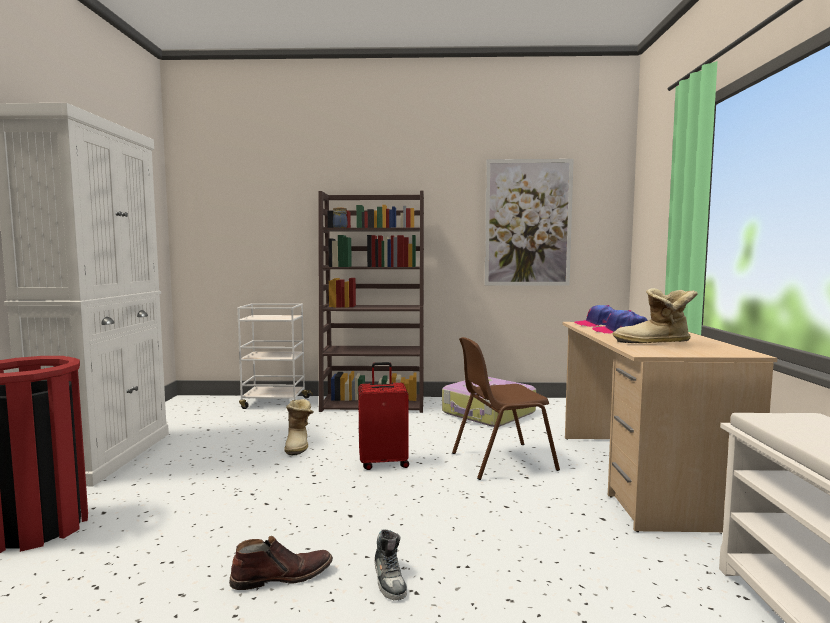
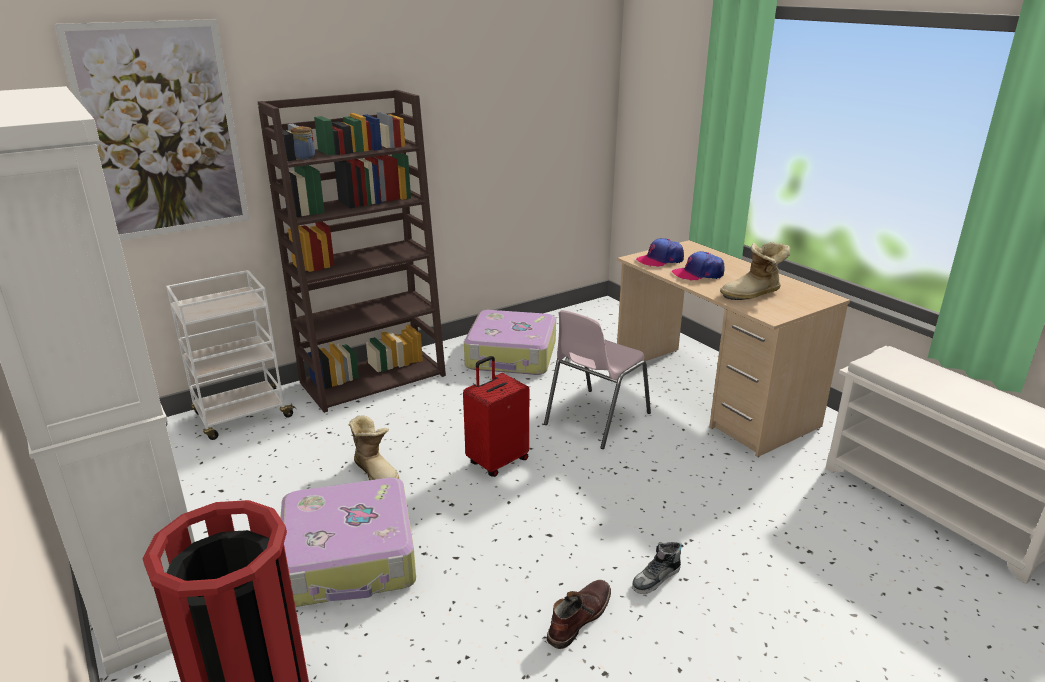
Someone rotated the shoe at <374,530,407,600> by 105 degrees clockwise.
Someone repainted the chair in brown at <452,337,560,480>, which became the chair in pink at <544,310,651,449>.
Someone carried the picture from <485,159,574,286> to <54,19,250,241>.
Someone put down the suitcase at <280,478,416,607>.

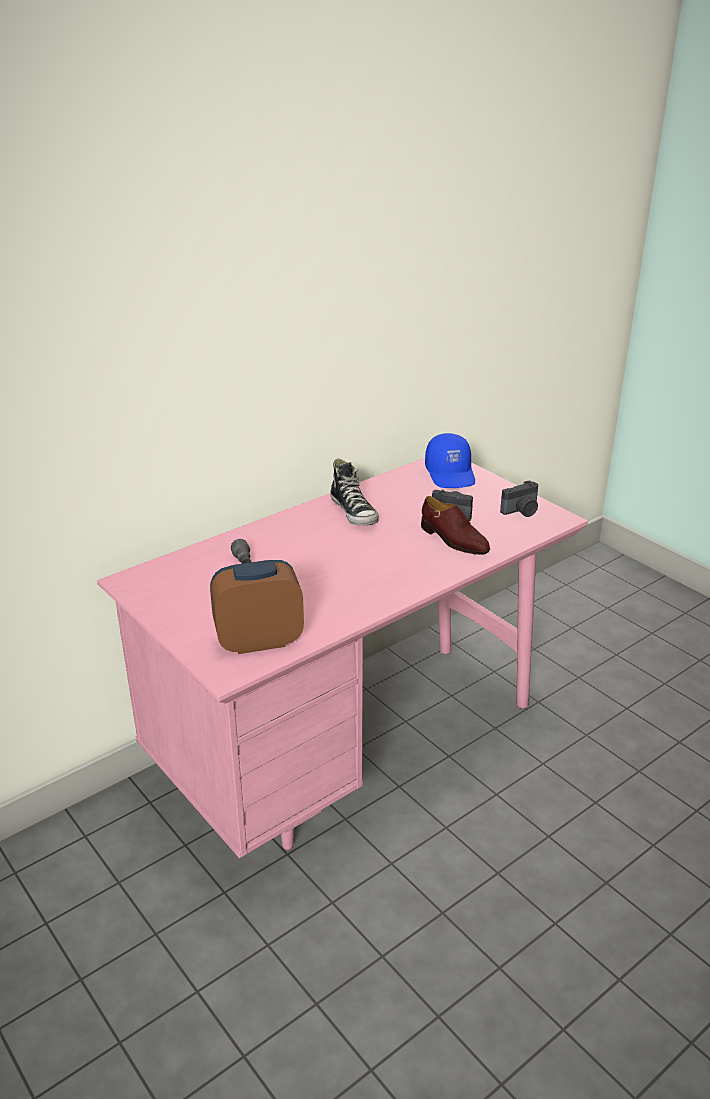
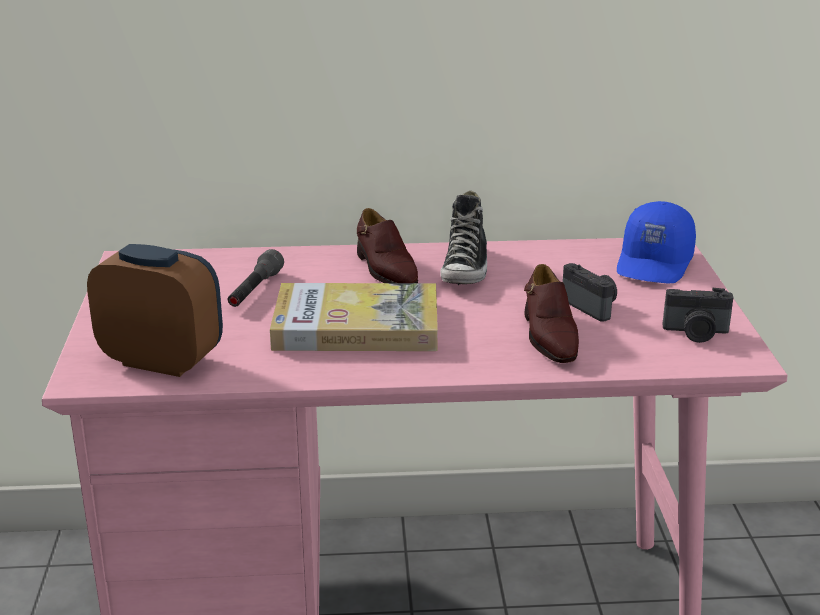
Someone put down the book at <270,283,438,351>.
Someone put down the shoe in brown at <357,208,418,283>.

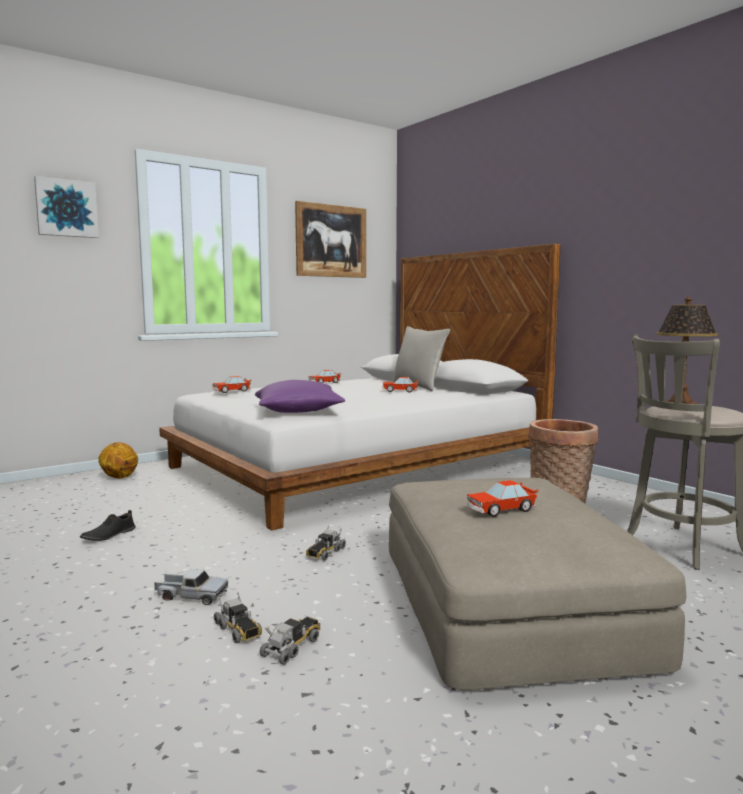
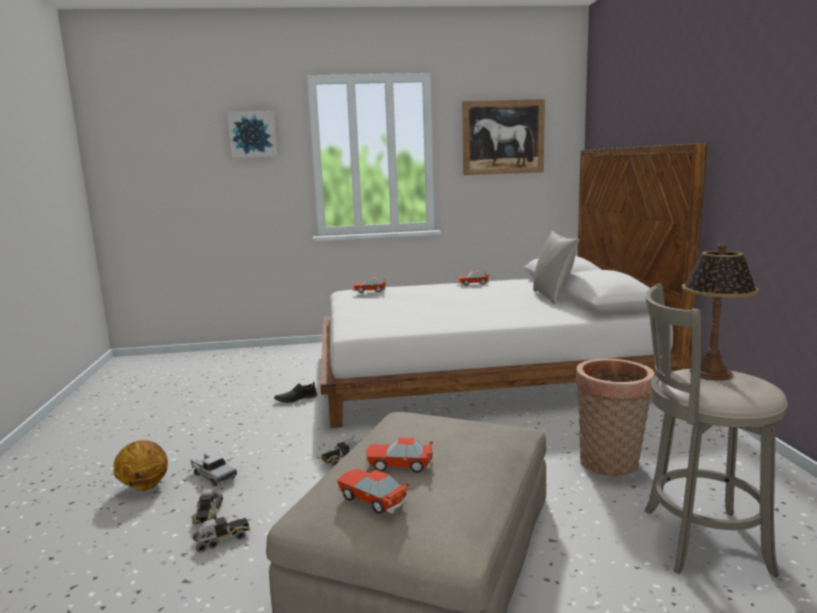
Someone carried the shoe in black from <80,510,136,541> to <274,382,317,403>.
Someone carried the basketball from <98,442,138,478> to <113,440,168,491>.
Someone took away the pillow in purple at <255,380,345,413>.
Someone carried the toy car from <382,377,418,393> to <337,468,409,514>.

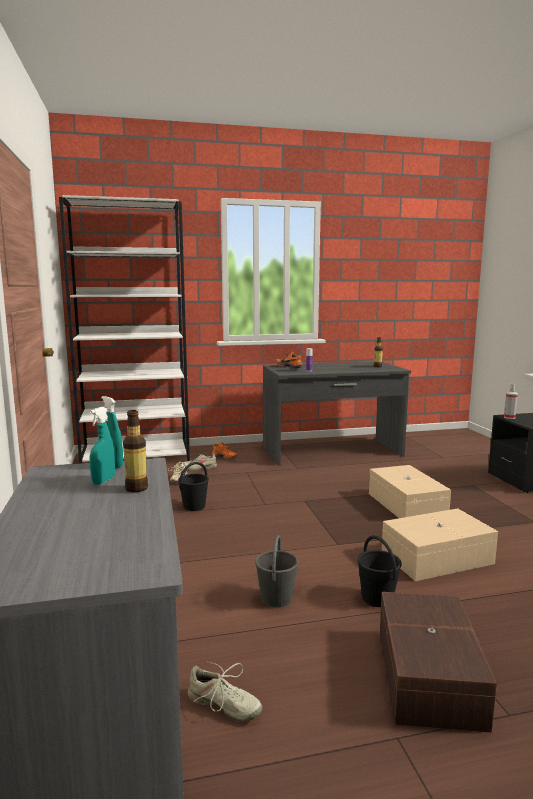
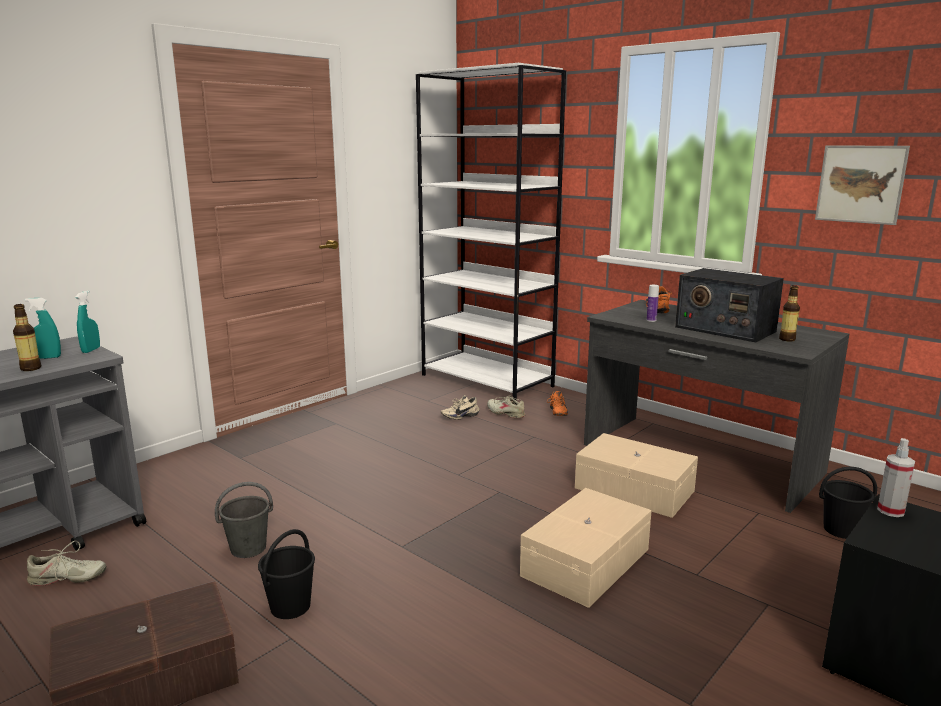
Someone carried the bucket in black from <178,462,209,511> to <819,467,877,539>.
Someone rotated the shoe in beige at <188,661,262,721> by 90 degrees counterclockwise.
Someone carried the storage box in beige from <382,508,498,581> to <575,433,698,518>.
Someone put down the radio at <675,268,784,342>.
Someone put up the picture at <815,145,910,225>.

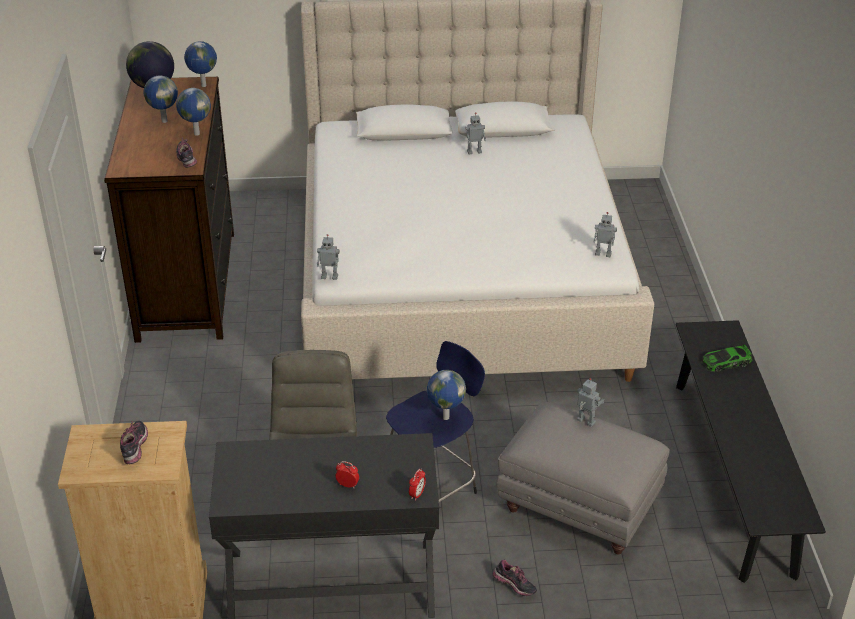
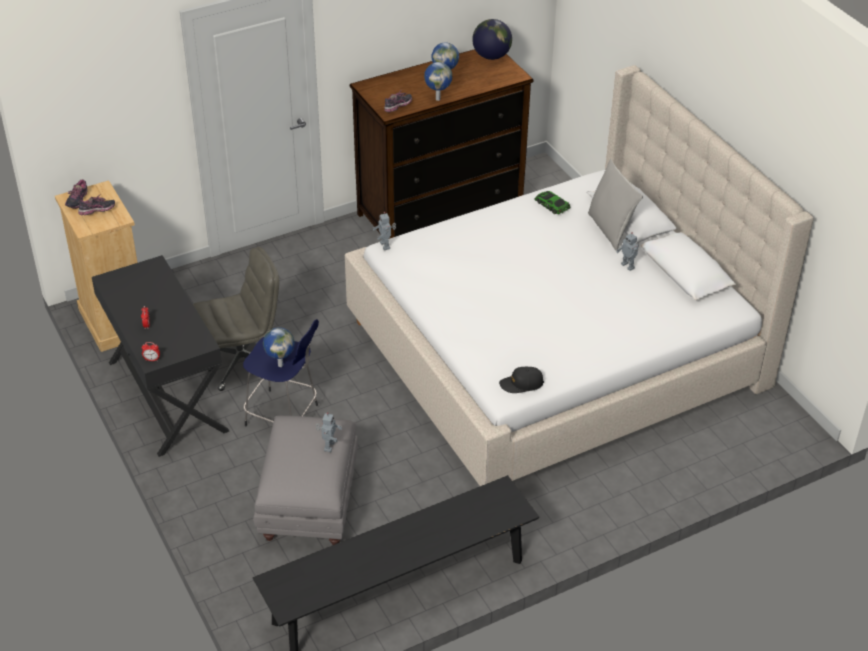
Someone took away the globe at <184,41,217,87>.
Someone carried the shoe from <493,560,537,596> to <65,180,88,209>.
Someone swapped the toy robot at <593,212,617,257> for the cap in black at <499,367,544,393>.
Someone carried the toy car from <701,344,753,372> to <535,191,571,214>.
Someone put down the pillow in grey at <588,159,643,251>.

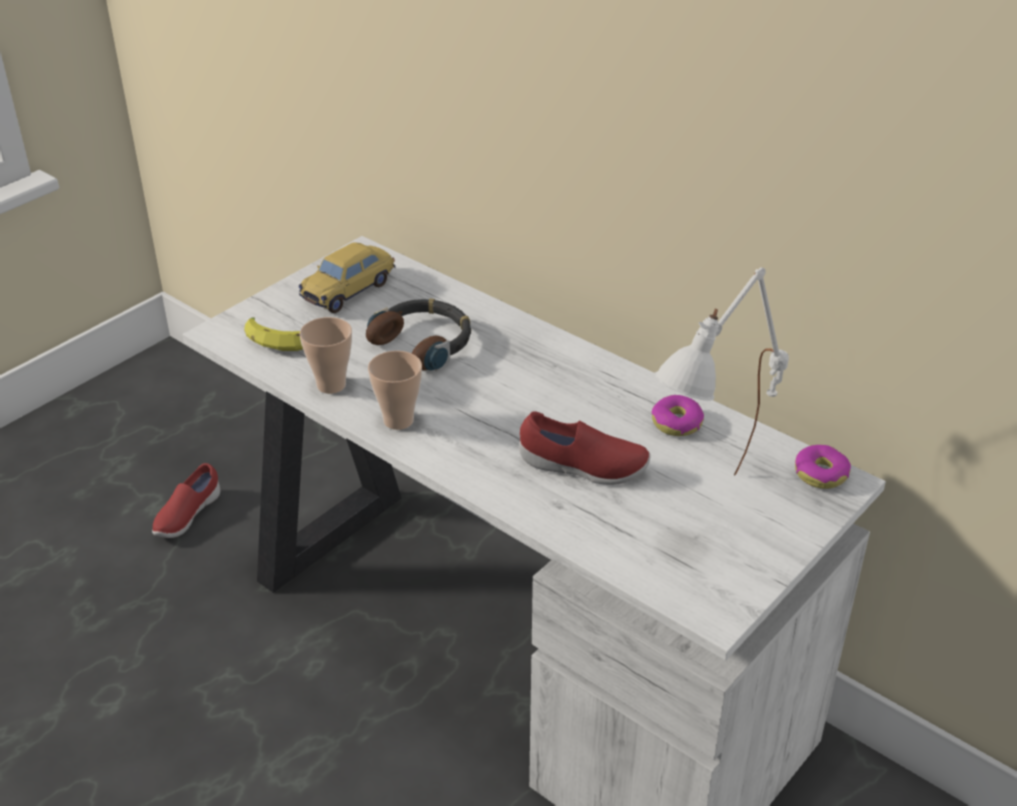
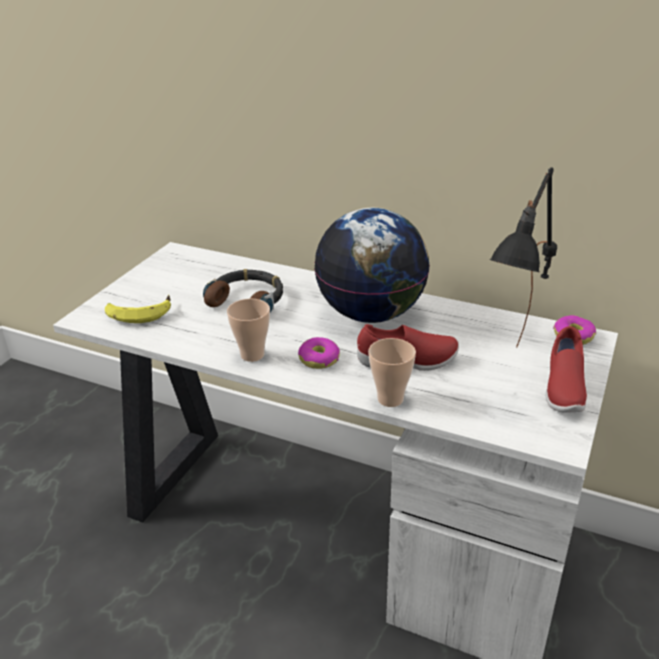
Someone carried the shoe in red from <152,463,220,538> to <546,326,587,413>.
Someone took away the toy car at <299,242,395,313>.
Someone carried the cup from <300,317,352,394> to <368,338,416,407>.
Someone carried the donut from <651,395,704,436> to <298,337,340,369>.
Someone repainted the table lamp in white at <655,267,789,475>, which became the table lamp in black at <489,167,557,348>.
Someone put down the globe at <314,208,430,323>.

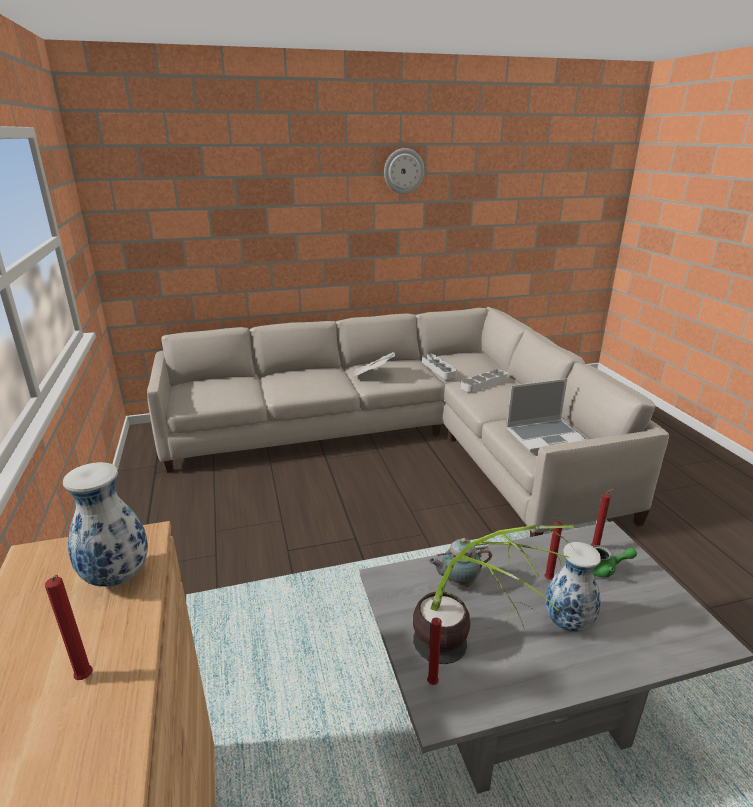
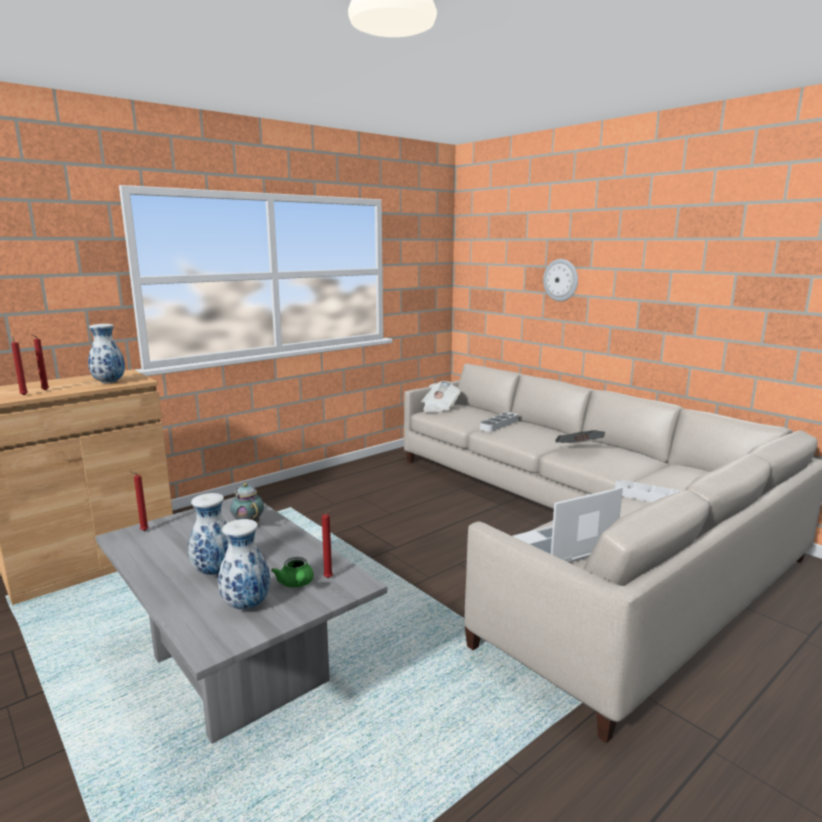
Someone carried the wall clock from <384,148,424,194> to <543,259,578,301>.
Someone took away the potted plant at <413,524,575,664>.
Someone carried the tray in grey from <422,354,457,379> to <480,412,518,432>.
Someone rotated the laptop at <506,379,587,452> by 105 degrees clockwise.
Someone carried the candle in red from <545,518,563,580> to <11,336,28,395>.
Someone put down the vase at <218,519,270,610>.
Someone put down the newspaper at <421,381,460,413>.

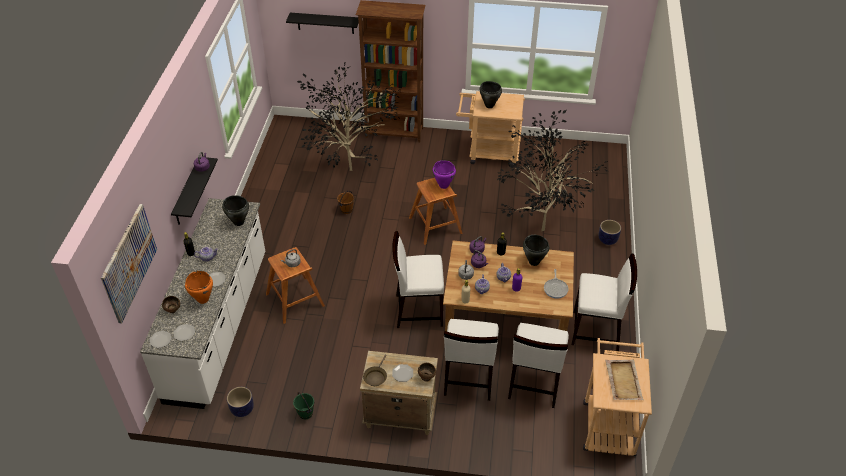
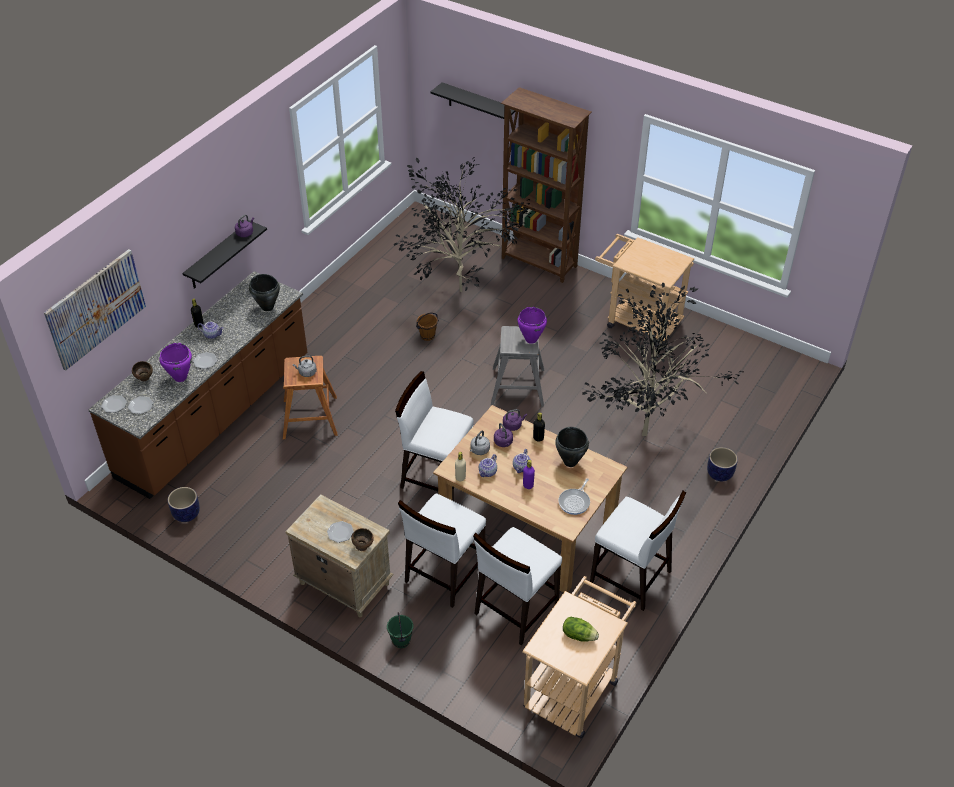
Someone repainted the counter in white at <140,198,265,409>, which became the counter in brown at <88,271,308,499>.
Someone repainted the cooking pot in orange at <185,271,213,304>, which became the cooking pot in purple at <159,343,192,382>.
Someone carried the bucket in green from <293,392,314,419> to <387,612,413,648>.
Someone took away the frying pan in brown at <363,355,387,386>.
Someone repainted the stool in brown at <409,178,463,245>, which became the stool in grey at <491,326,544,407>.
Someone took away the cooking pot in black at <479,81,502,108>.
Someone swapped the tray in beige at <605,359,644,400> for the lettuce at <563,617,599,642>.

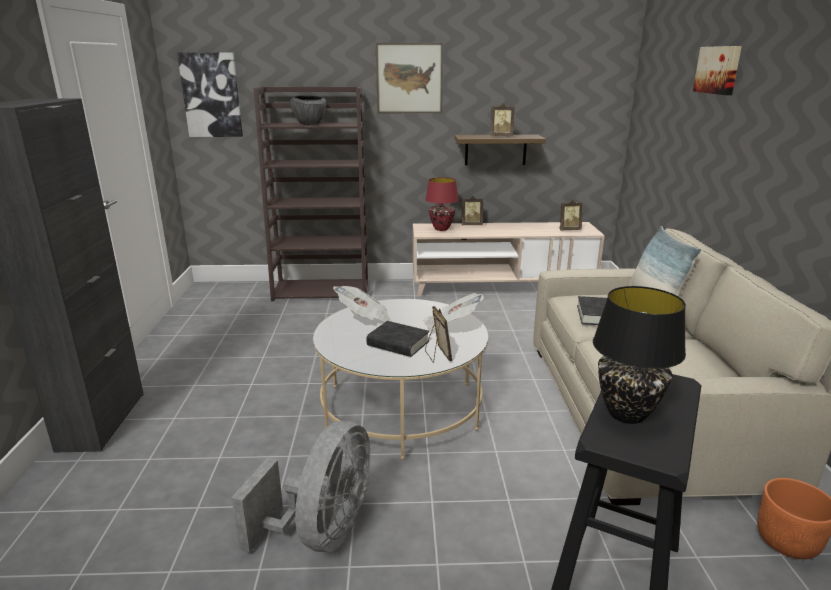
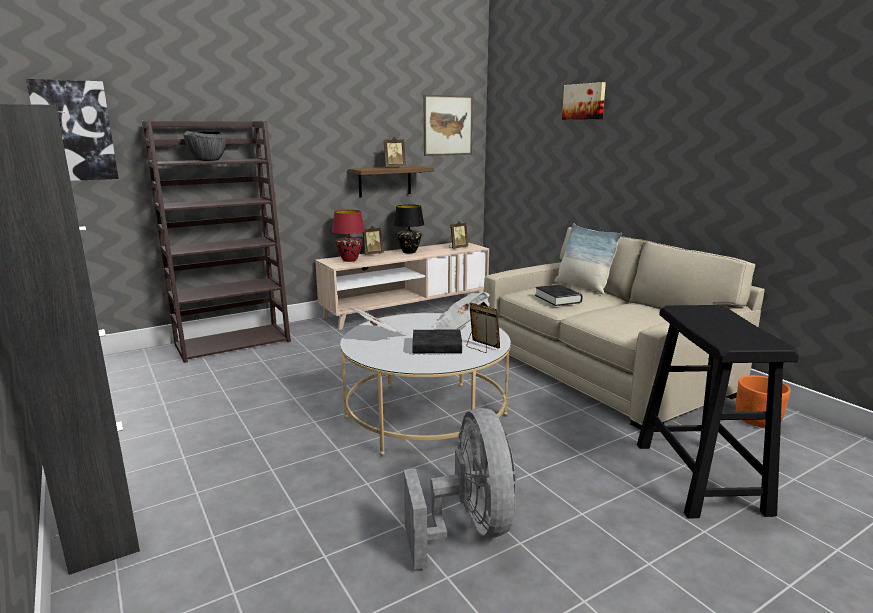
Someone carried the picture from <376,43,443,113> to <423,95,473,156>.
Someone carried the table lamp in black from <593,286,686,424> to <394,205,424,253>.

